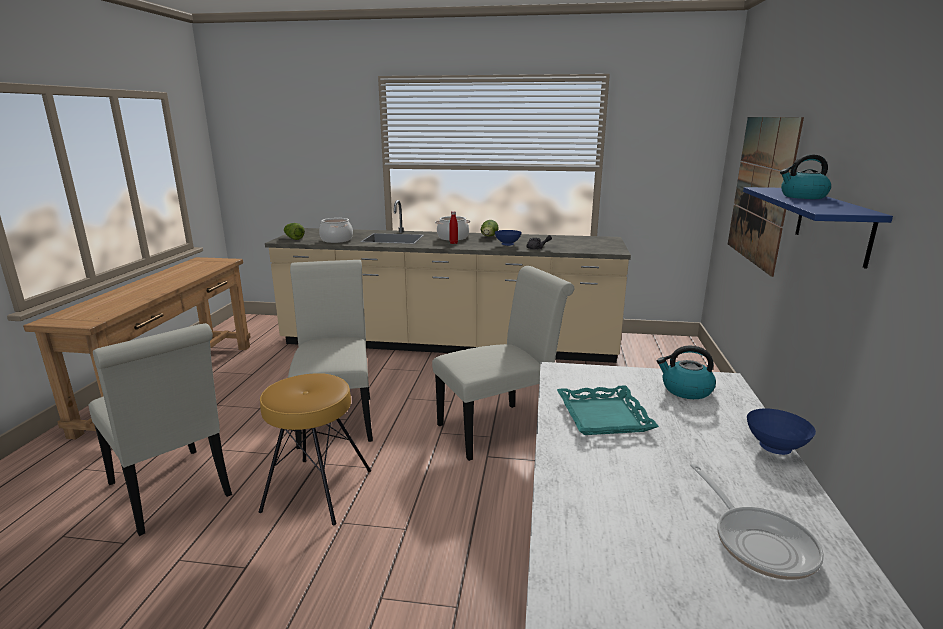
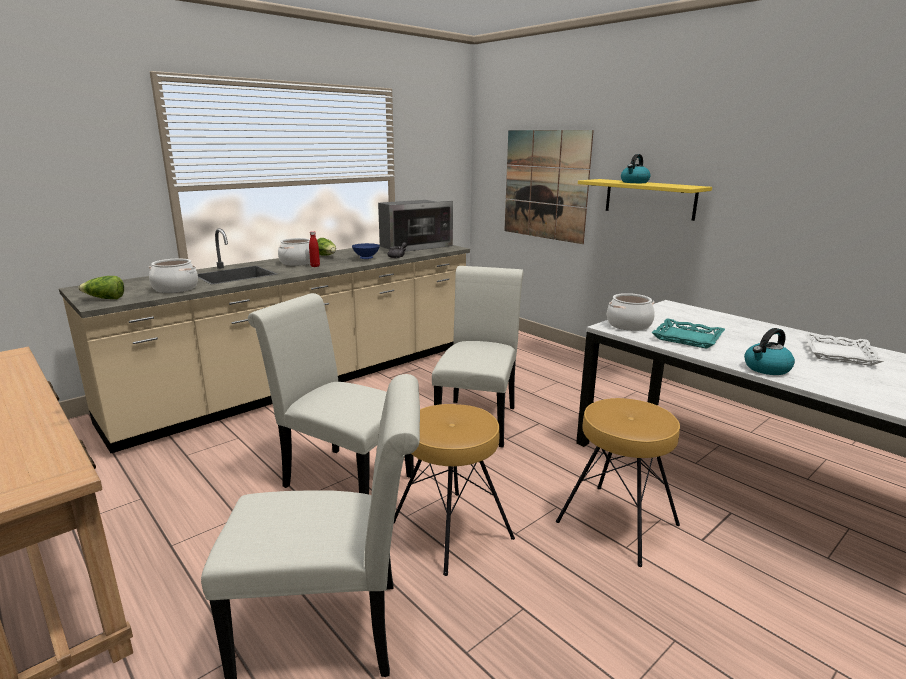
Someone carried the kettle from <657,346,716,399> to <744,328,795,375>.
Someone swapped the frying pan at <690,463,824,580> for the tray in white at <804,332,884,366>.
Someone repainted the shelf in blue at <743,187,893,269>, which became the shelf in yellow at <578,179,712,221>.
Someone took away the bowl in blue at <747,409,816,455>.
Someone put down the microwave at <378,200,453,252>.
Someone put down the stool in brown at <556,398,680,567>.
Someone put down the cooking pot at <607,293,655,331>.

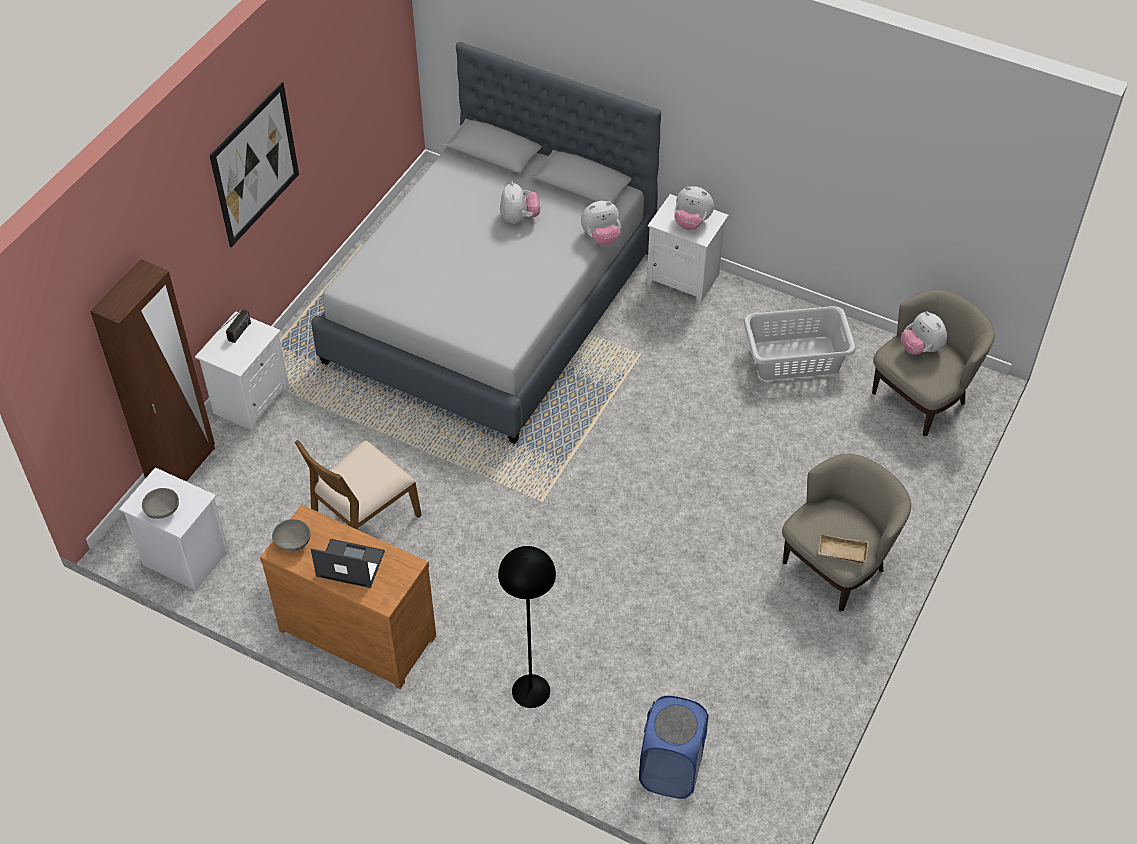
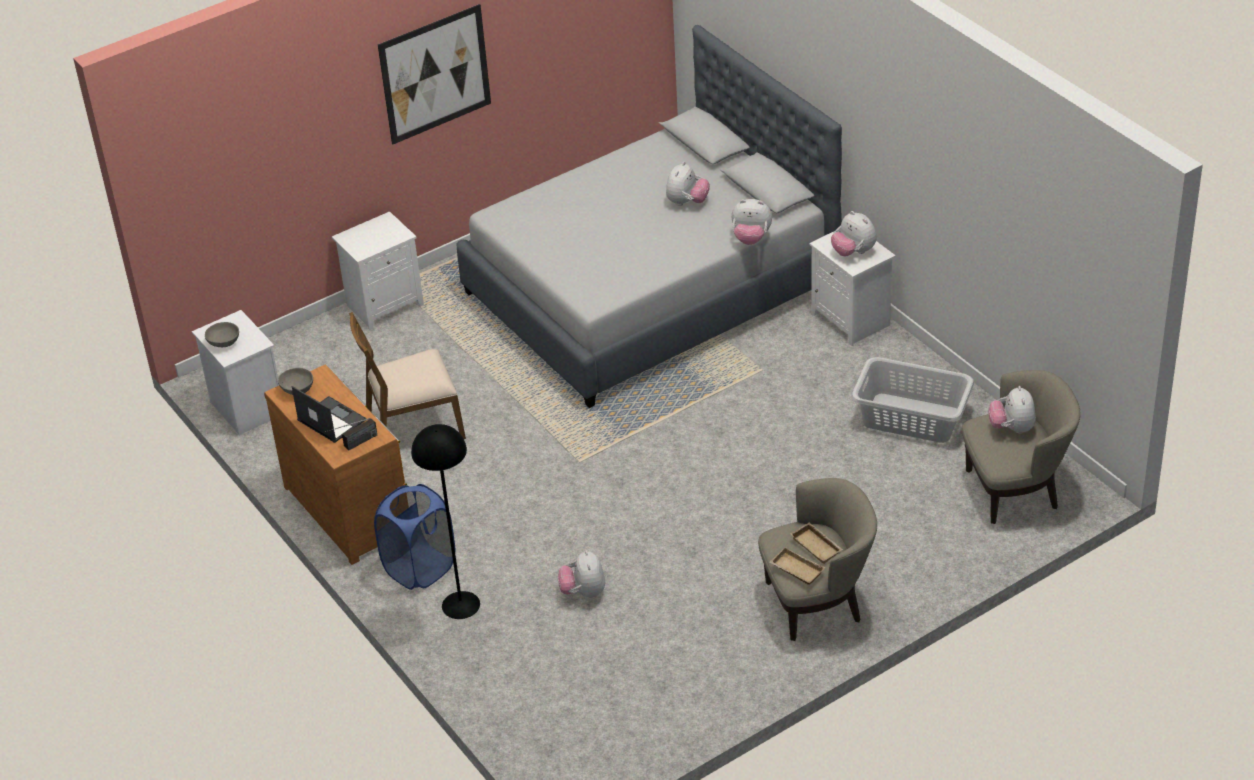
Someone took away the wardrobe in brown at <90,259,215,482>.
Someone carried the radio from <215,309,251,343> to <325,418,377,450>.
Someone carried the laundry basket in blue from <639,696,708,799> to <374,484,455,590>.
Someone put down the plush toy at <558,550,605,598>.
Someone put down the tray in beige at <791,523,843,564>.

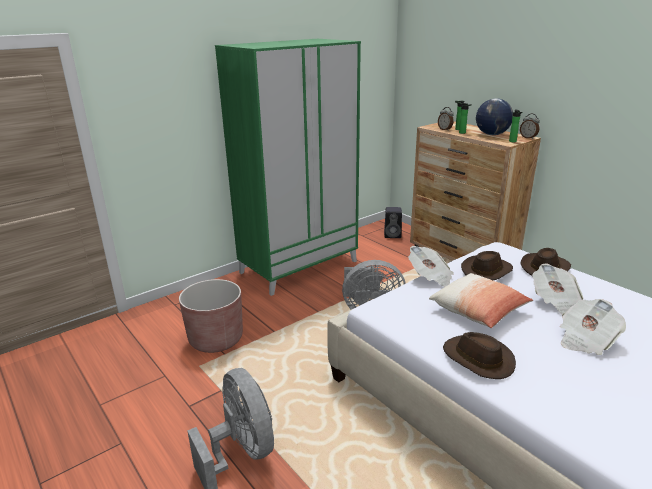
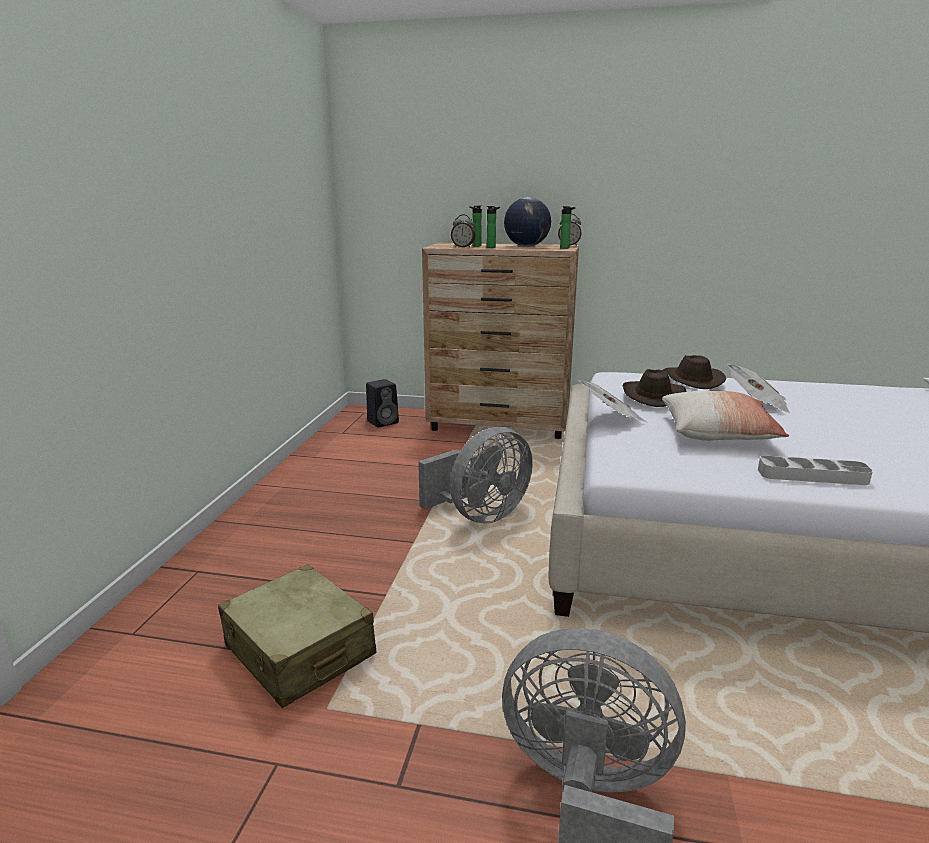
Someone swapped the planter in brown at <179,279,243,353> for the suitcase in beige at <218,564,376,708>.
Someone took away the wardrobe in green at <215,39,361,296>.
Someone swapped the hat in brown at <443,332,516,379> for the tray in grey at <758,455,873,485>.
Someone took away the newspaper at <560,299,626,355>.

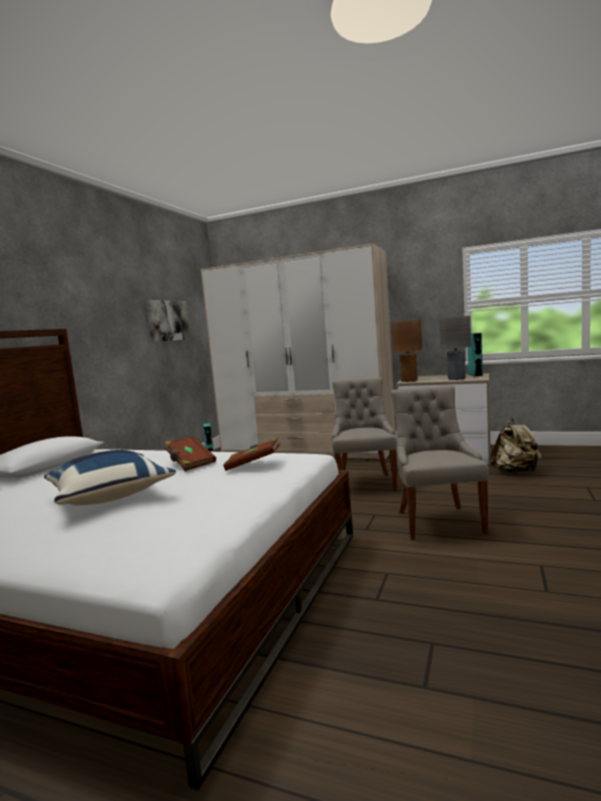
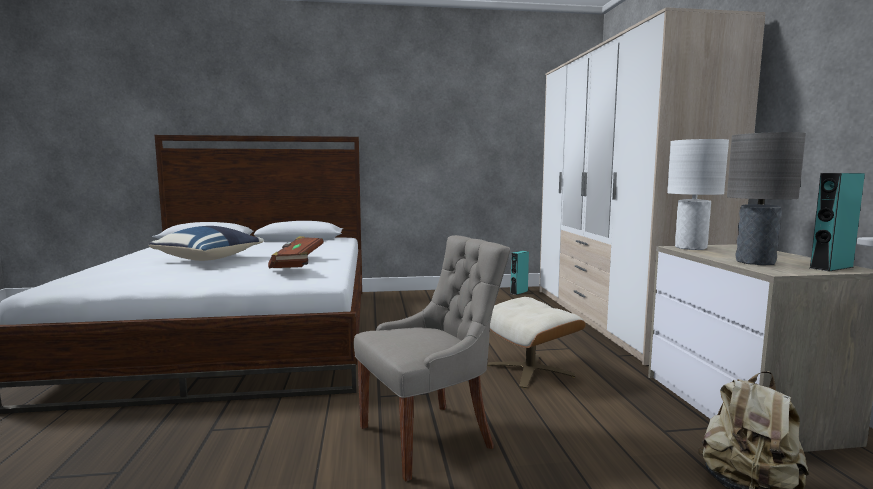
Someone took away the picture at <146,300,190,342>.
Someone swapped the chair in grey at <332,377,398,491> for the ottoman in beige at <487,297,586,389>.
Someone repainted the table lamp in brown at <392,320,422,382>, which became the table lamp in white at <667,139,729,250>.

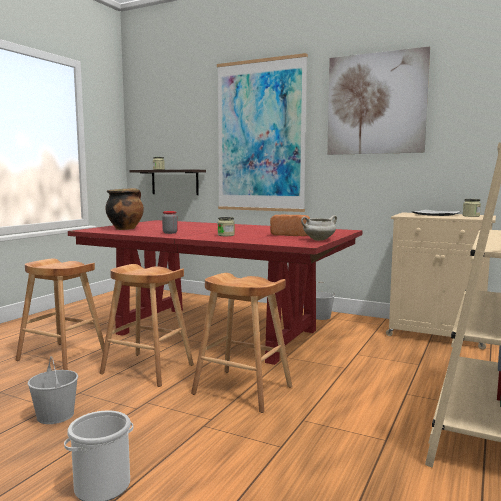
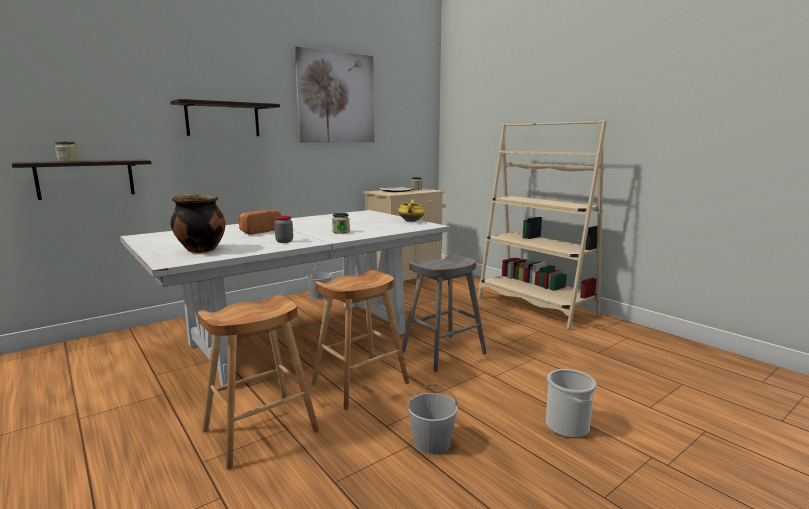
Someone repainted the dining table in red at <68,220,362,365>, which became the dining table in white at <120,210,450,386>.
Someone repainted the stool in brown at <191,273,292,413>, which became the stool in grey at <402,254,487,372>.
Someone swapped the picture at <217,53,308,212> for the shelf at <170,99,280,136>.
Someone carried the bread from <270,215,310,236> to <238,210,281,235>.
Someone repainted the cooking pot in white at <301,215,337,241>, which became the cooking pot in yellow at <398,200,425,222>.

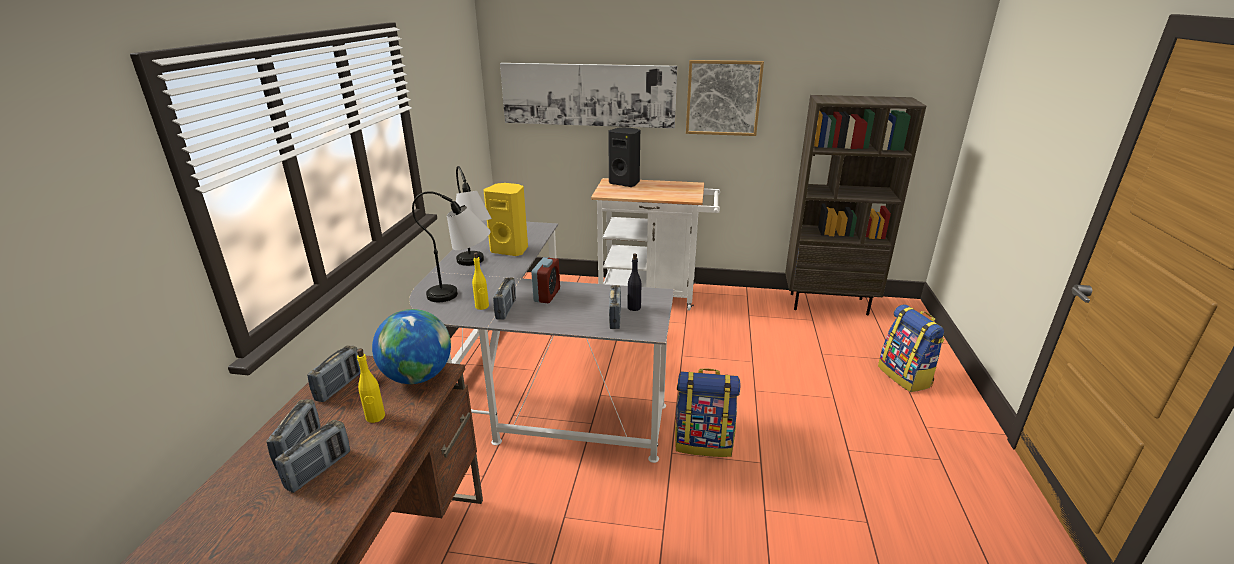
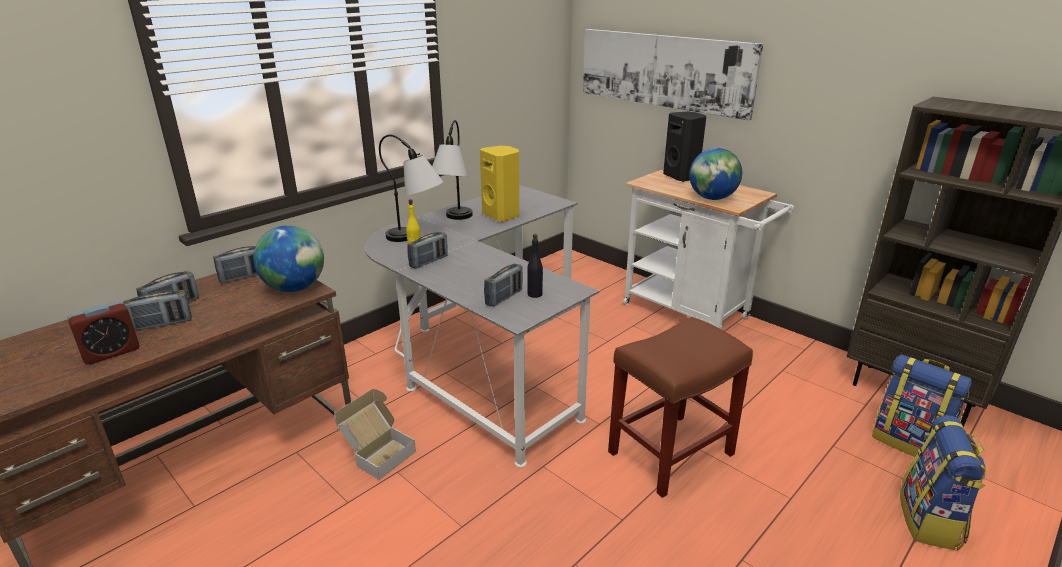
Someone took away the bottle in yellow at <357,348,385,423>.
Someone carried the alarm clock from <532,257,560,303> to <67,301,140,365>.
Someone carried the backpack from <675,368,741,457> to <872,354,972,457>.
Someone took away the picture at <686,60,764,136>.
Someone put down the cardboard box at <334,389,416,480>.
Someone put down the stool in brown at <608,317,753,498>.
Someone put down the globe at <689,148,742,200>.

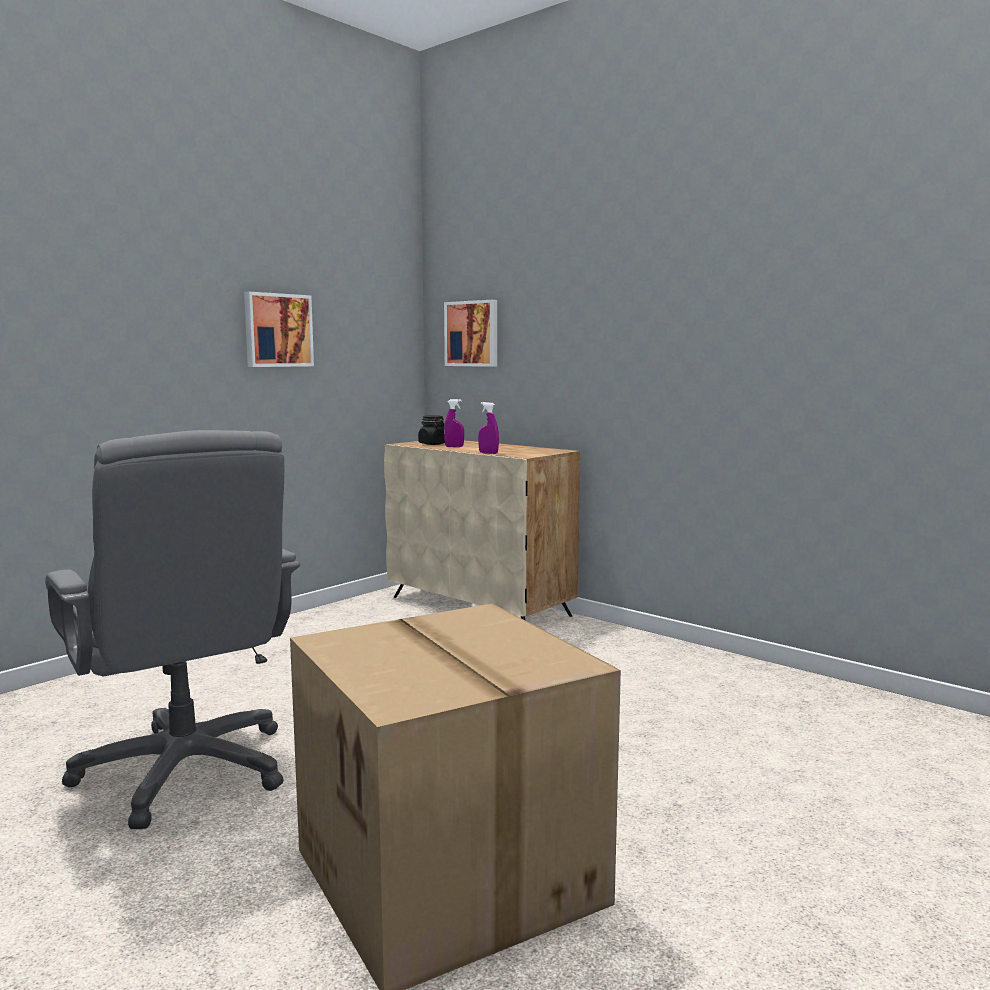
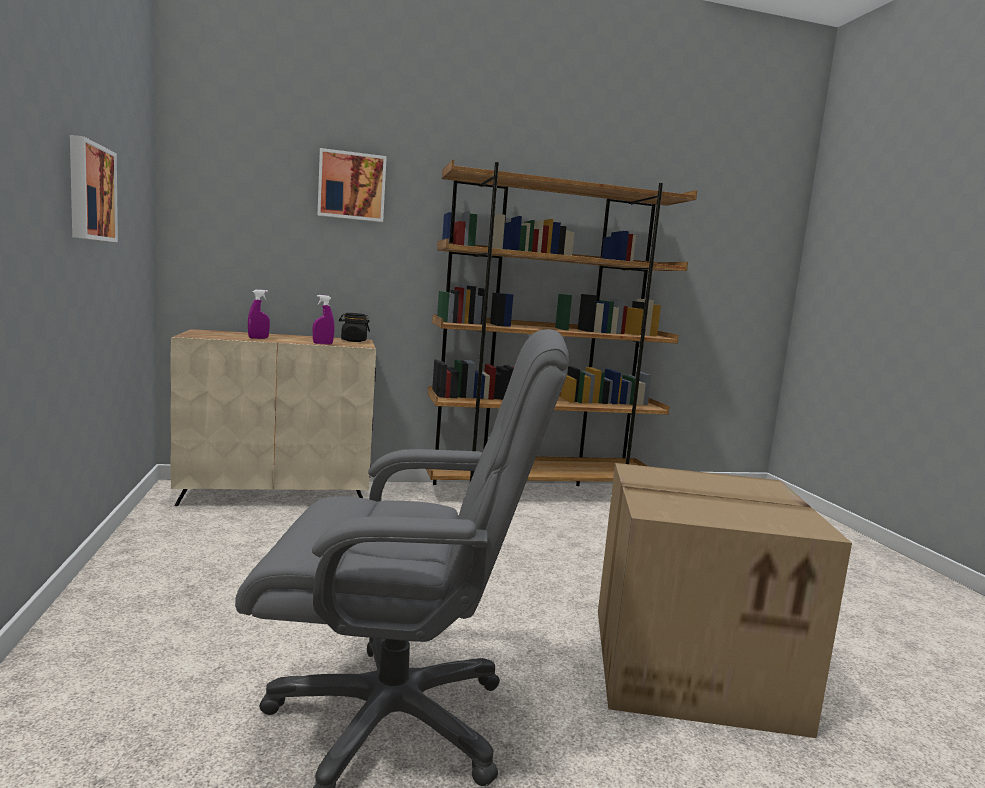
Someone carried the jar in black from <418,415,445,445> to <339,313,370,342>.
Someone carried the picture from <444,300,497,367> to <318,148,387,222>.
Someone put down the bookcase in brown at <426,160,697,486>.

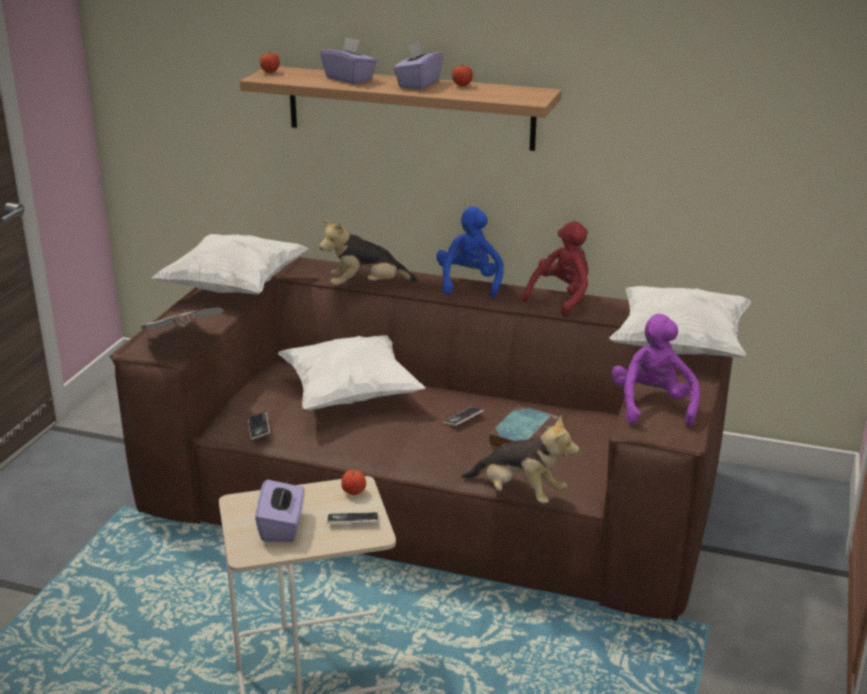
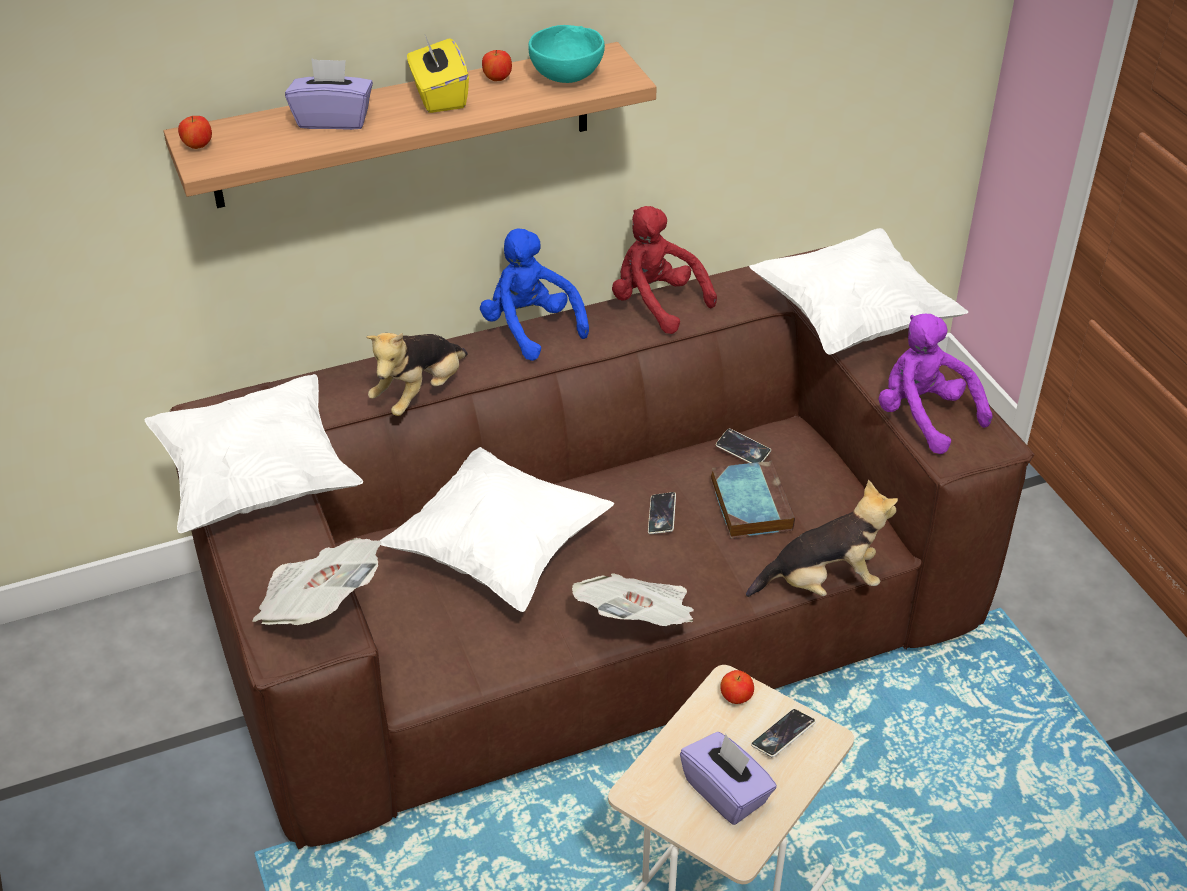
Someone carried the phone from <248,412,270,439> to <716,429,771,463>.
Someone repainted the tissue box in purple at <394,41,443,90>, which became the tissue box in yellow at <407,35,469,113>.
Someone rotated the plush toy in red at <522,221,588,317> by 45 degrees counterclockwise.
Someone put down the bowl in turquoise at <528,25,605,83>.
Someone put down the newspaper at <572,573,694,626>.

